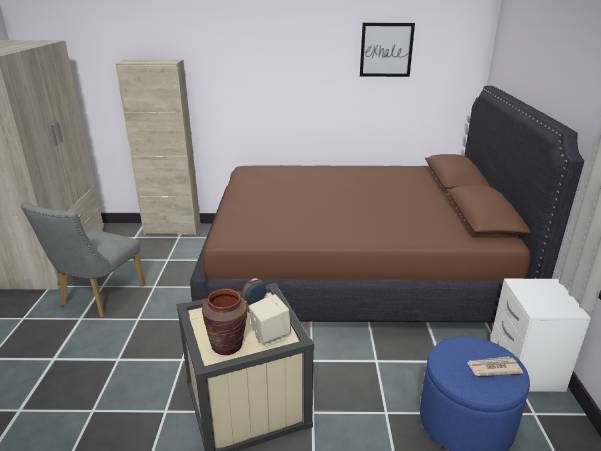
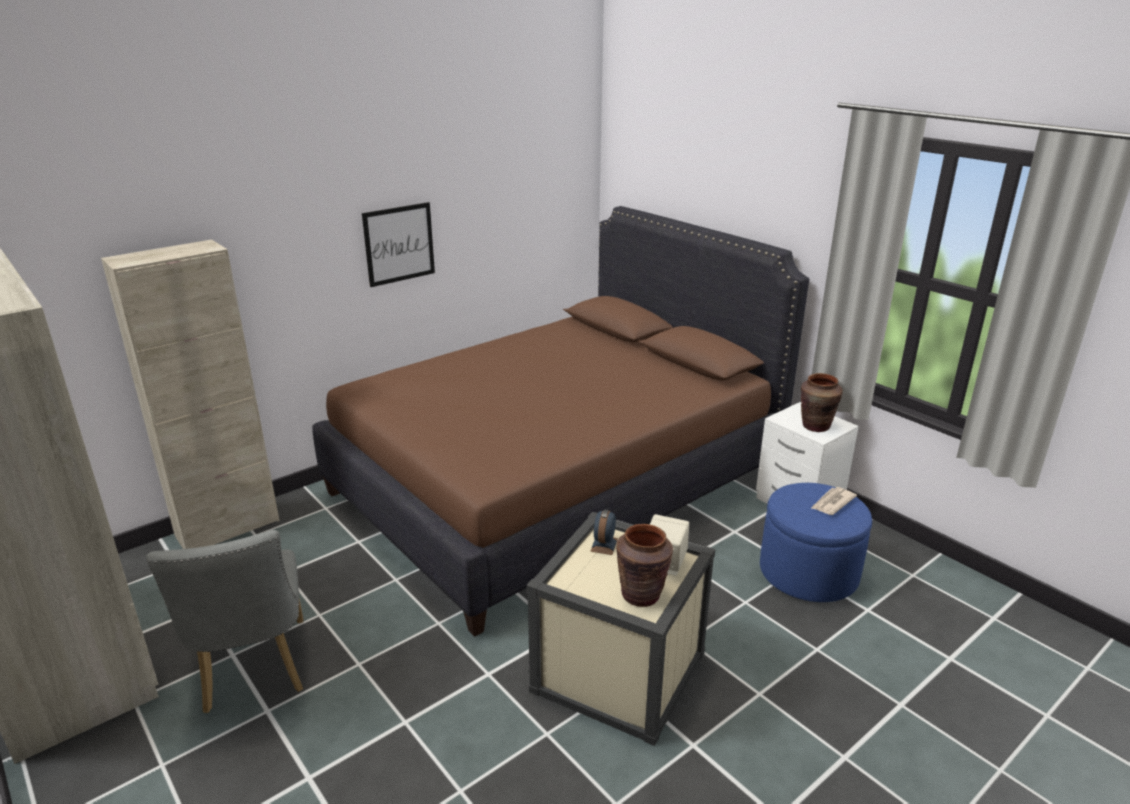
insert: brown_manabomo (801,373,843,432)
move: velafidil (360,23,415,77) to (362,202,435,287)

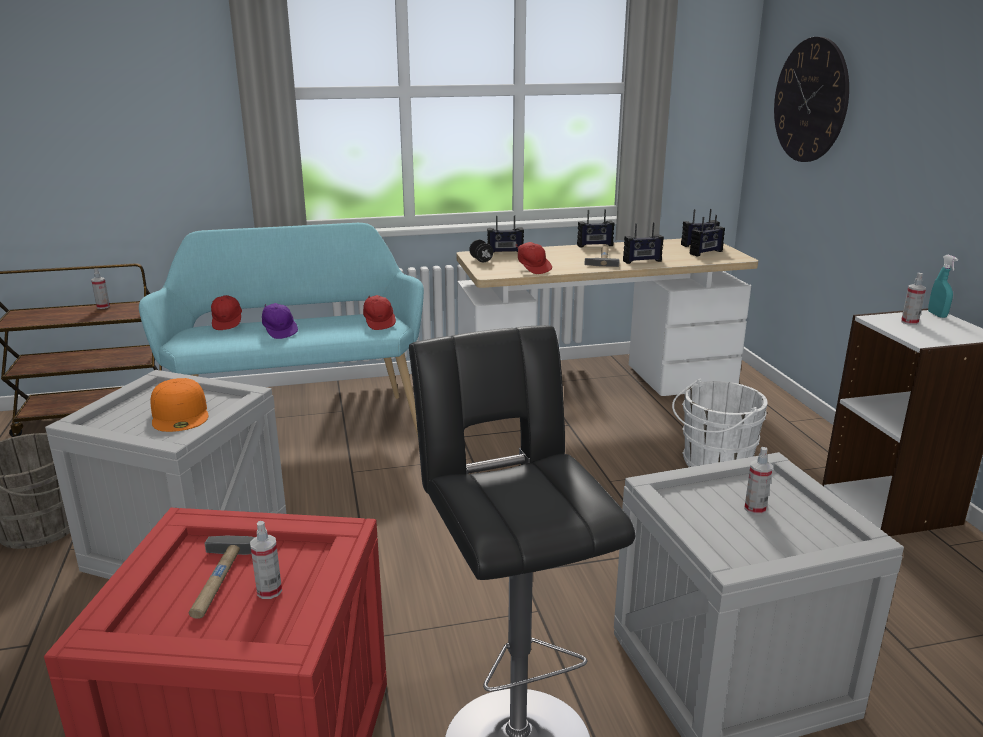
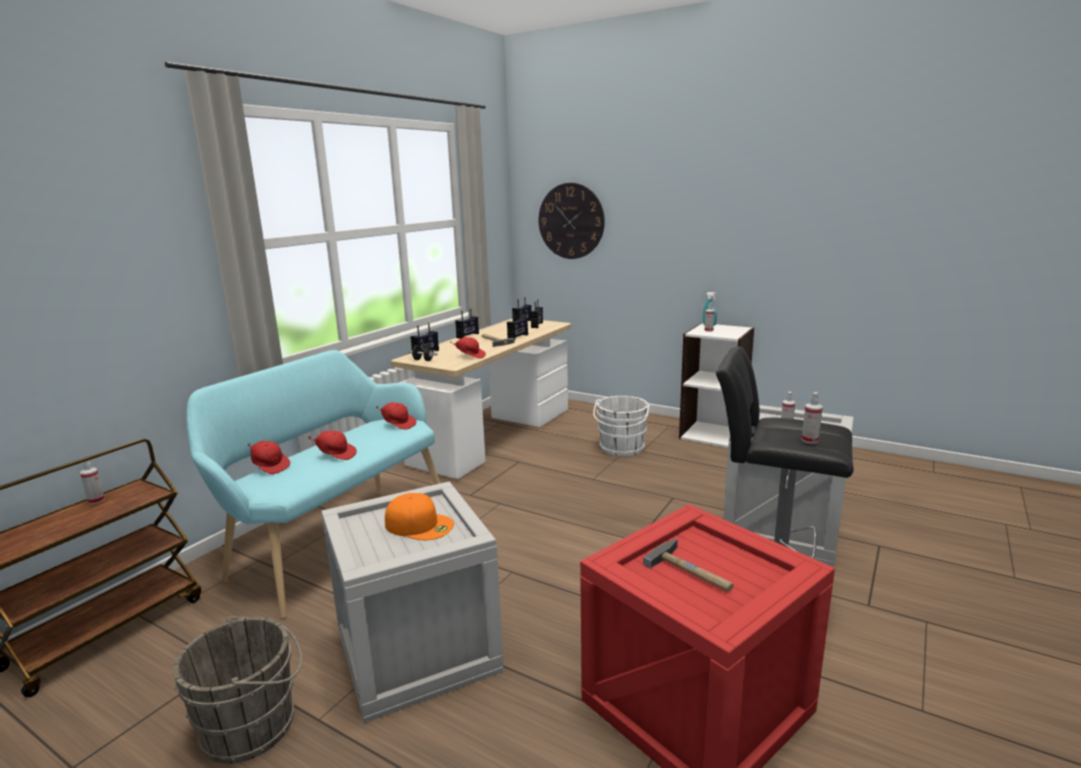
move: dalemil (250,521,282,599) to (802,392,823,444)
recolor: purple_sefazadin (262,303,298,339) to red_sefazadin (309,431,357,460)

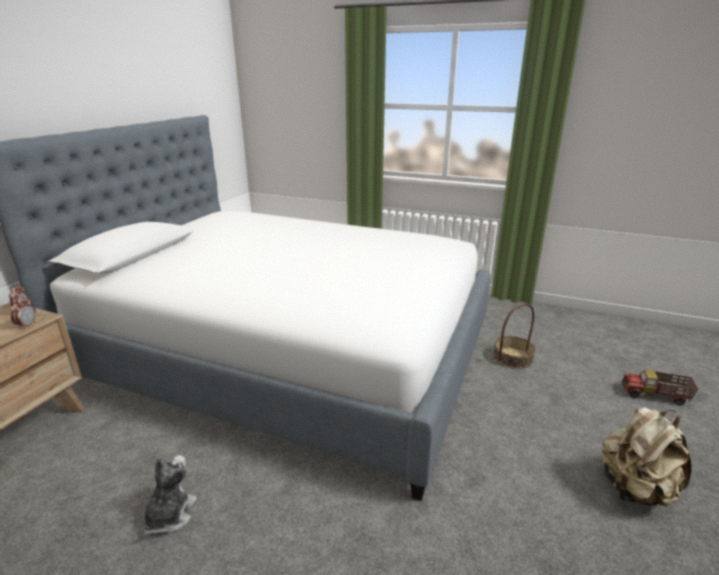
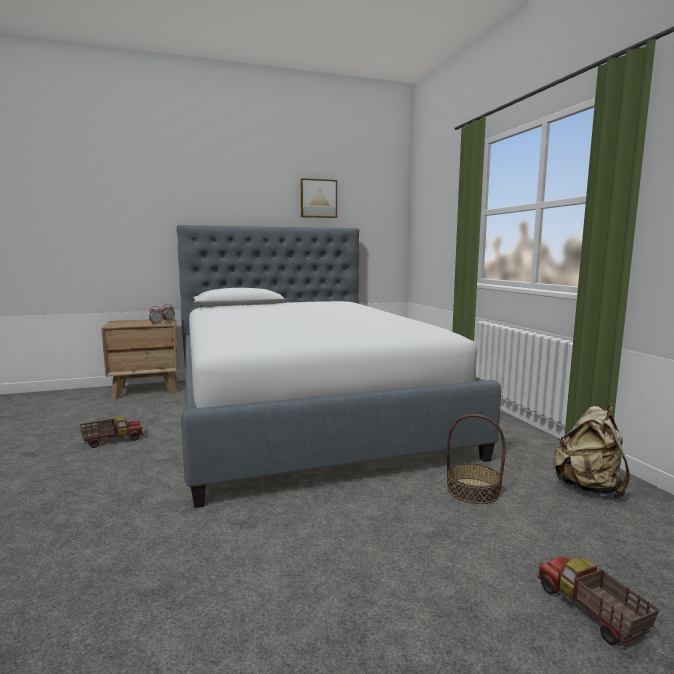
insert: velafidil (300,178,337,218)
move: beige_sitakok (601,407,692,507) to (552,406,630,499)
replace: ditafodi (143,455,197,534) to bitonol (80,416,143,448)

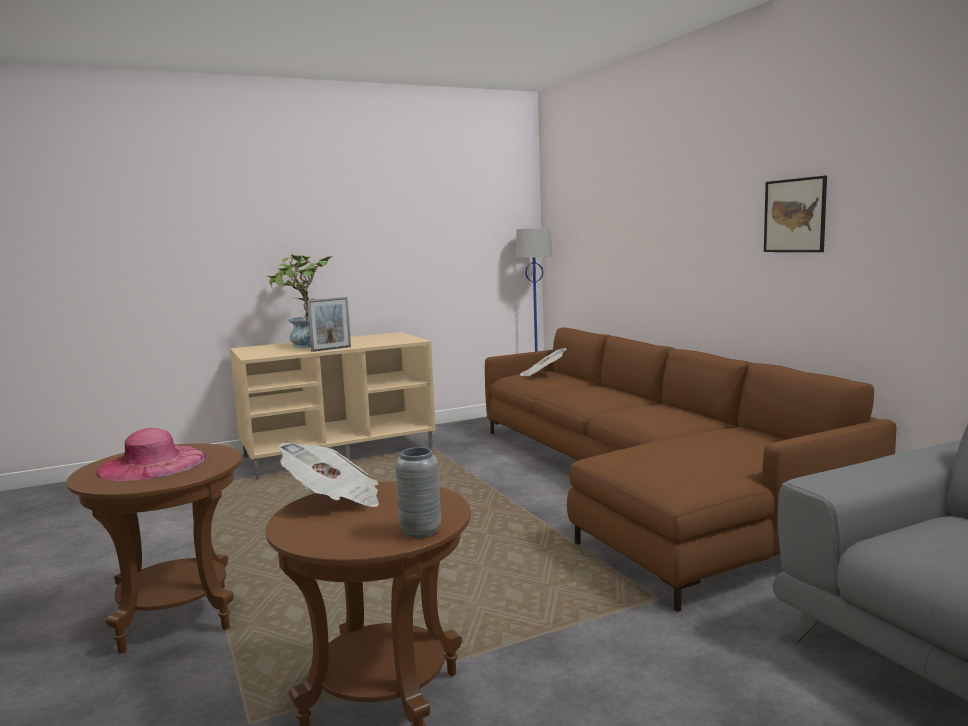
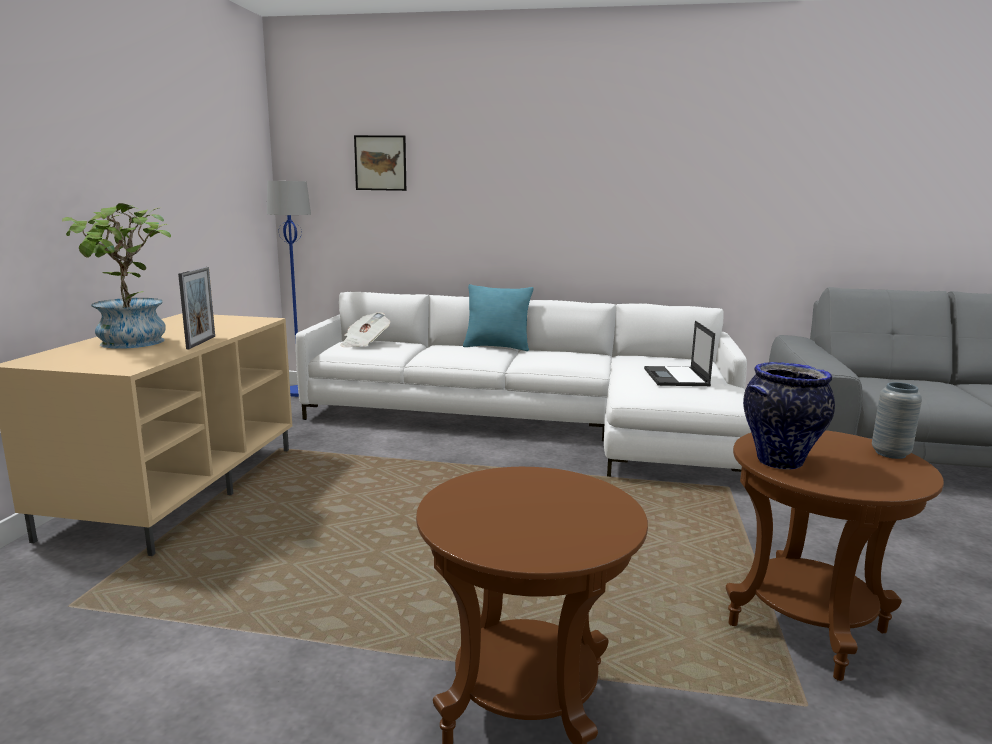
delete: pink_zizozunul (96,428,206,481)
insert: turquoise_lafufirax (463,284,533,351); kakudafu (644,321,715,386)
move: velafidil (764,176,827,252) to (354,135,406,191)
replace: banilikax (279,443,379,507) to manabomo (743,362,835,470)
recolor: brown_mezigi (485,328,896,612) to white_mezigi (295,292,751,477)

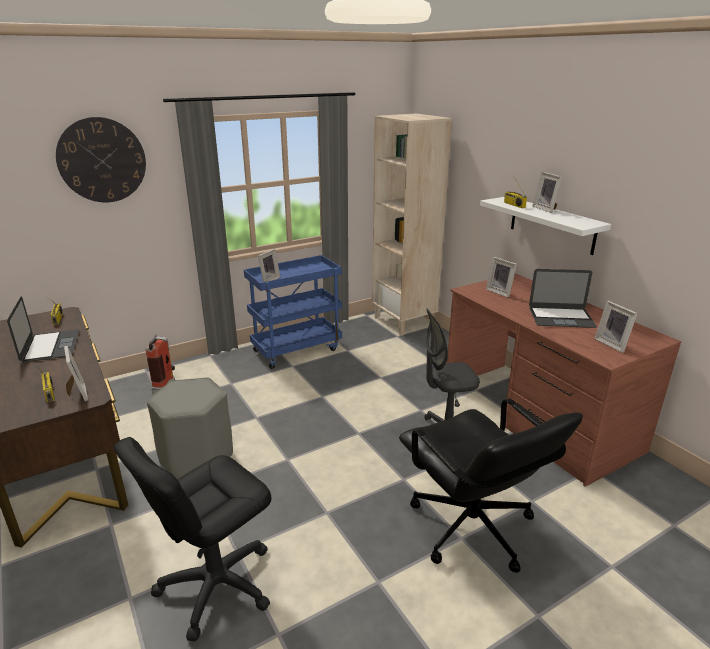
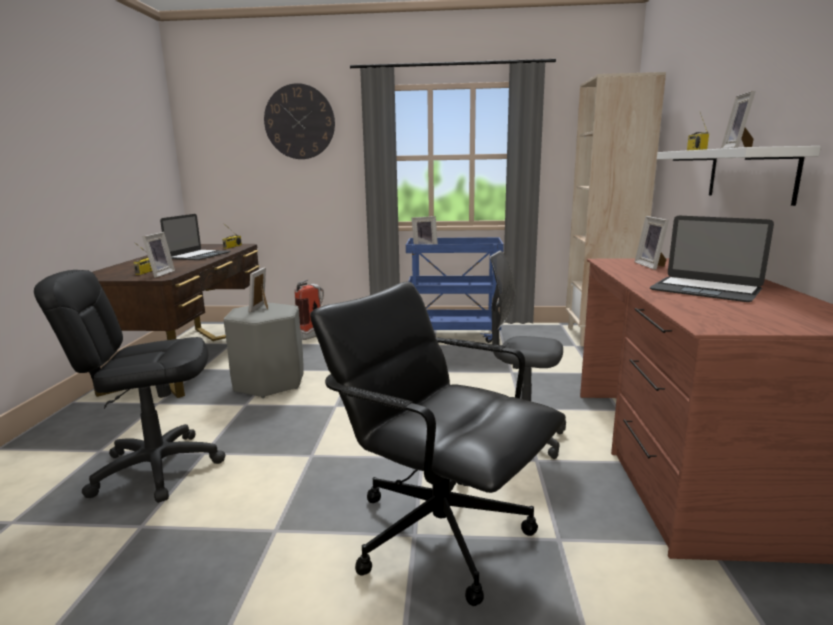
move: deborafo (595,301,638,353) to (249,267,268,312)
rotate: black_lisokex (399,399,583,573) = (310,281,566,606) 120 degrees clockwise

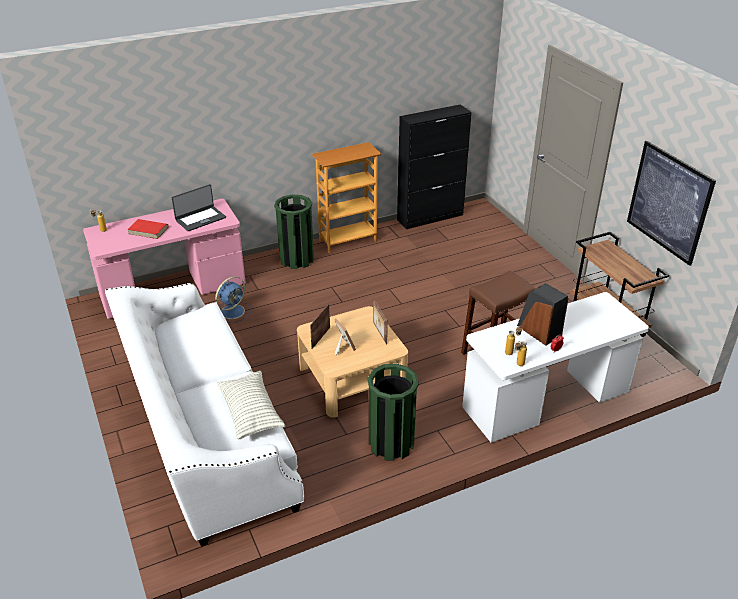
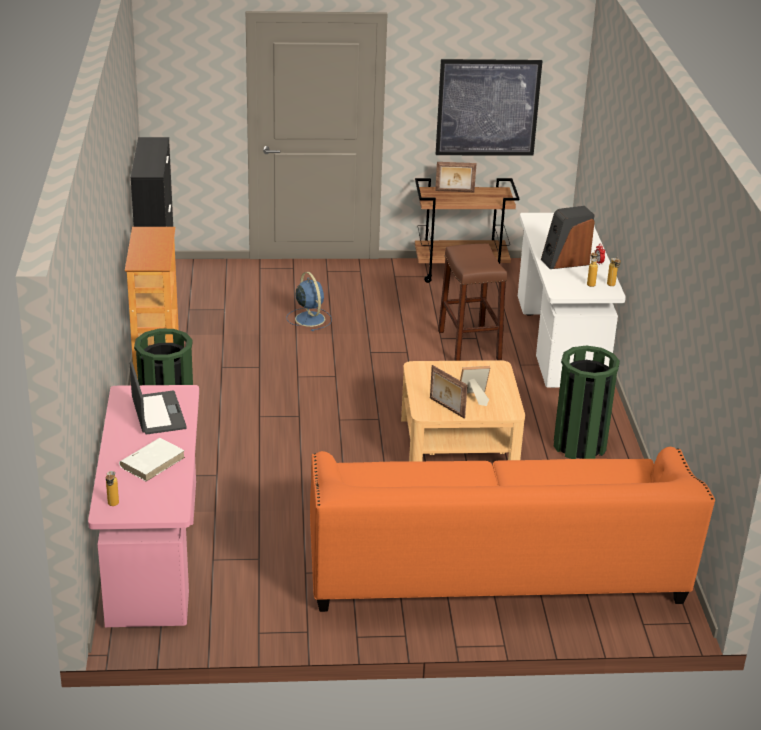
delete: lafufirax (217,371,285,439)
move: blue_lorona (215,276,251,322) to (286,272,332,331); deborafo (373,299,388,344) to (435,162,477,192)
recolor: white_mezigi (105,283,304,547) to orange_mezigi (310,447,715,612); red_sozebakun (127,219,169,239) to white_sozebakun (119,438,185,482)

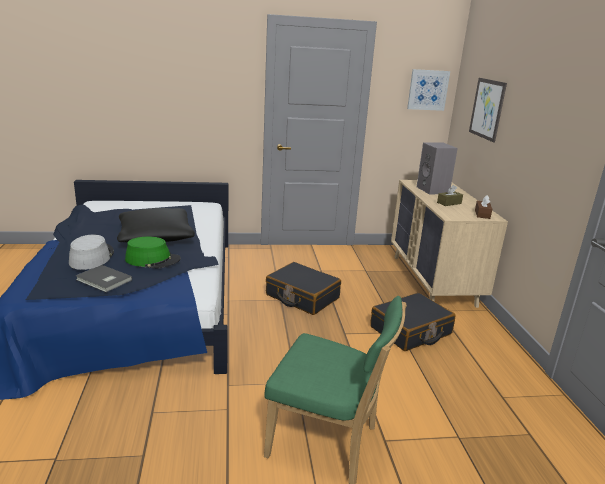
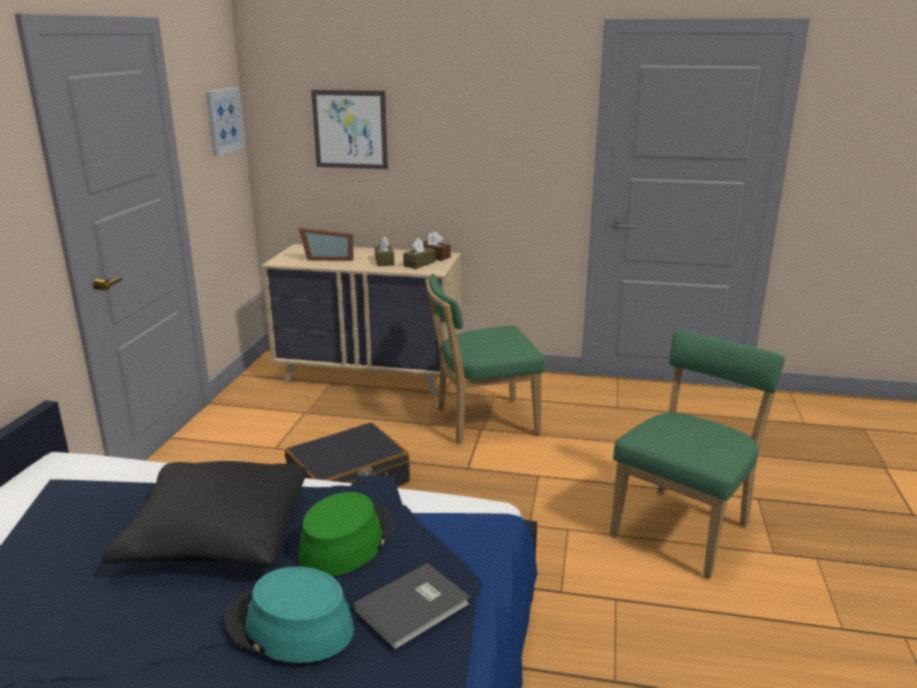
insert: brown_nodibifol (403,238,435,269)
replace: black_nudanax (370,293,455,351) to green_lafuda (425,274,545,444); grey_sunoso (417,143,458,195) to deborafo (298,227,353,261)
recolor: grey_zizozunul (69,235,114,270) to turquoise_zizozunul (224,567,354,663)

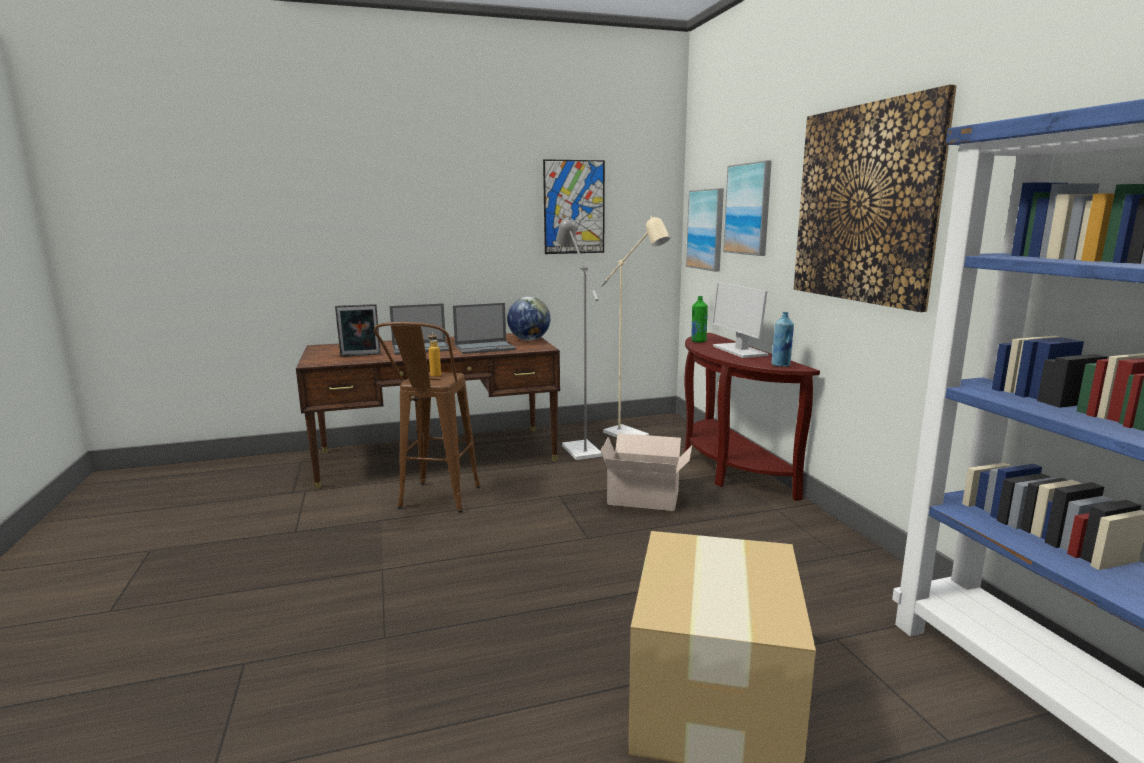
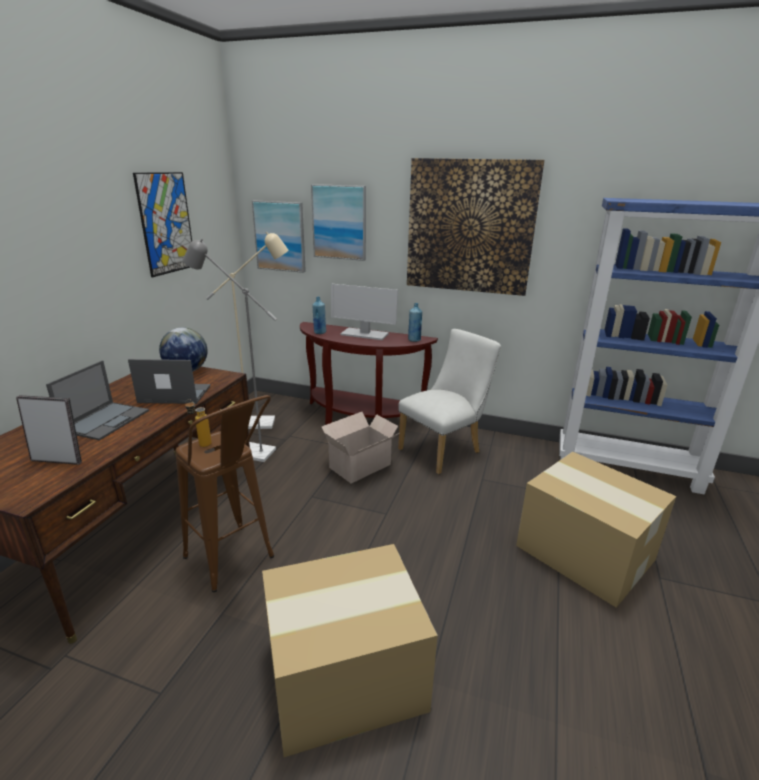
insert: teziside (262,544,438,757); white_lafuda (398,329,501,474)
recolor: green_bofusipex (691,296,708,342) to blue_bofusipex (312,297,326,334)
rotate: deborafo (335,304,381,357) = (16,395,82,465) 105 degrees counterclockwise; kakudafu (453,303,516,354) = (128,359,211,404) 105 degrees counterclockwise

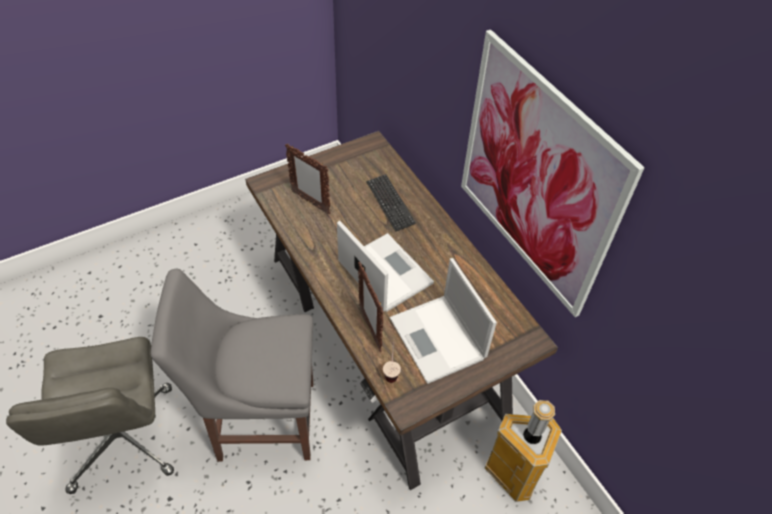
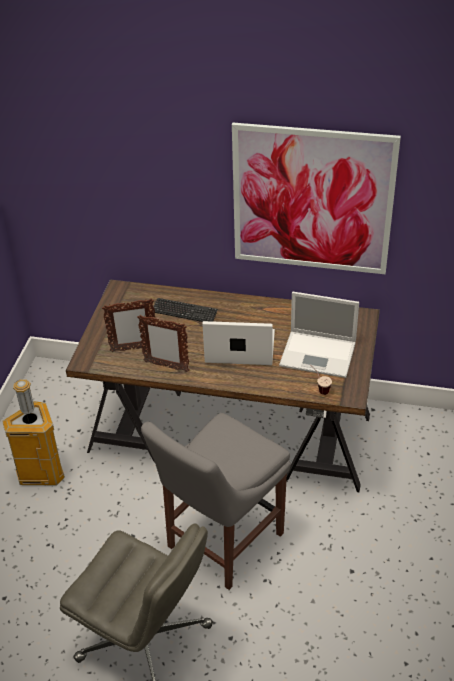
move: deborafo (358,262,384,352) to (137,315,190,372); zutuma (485,400,562,502) to (2,379,65,485)

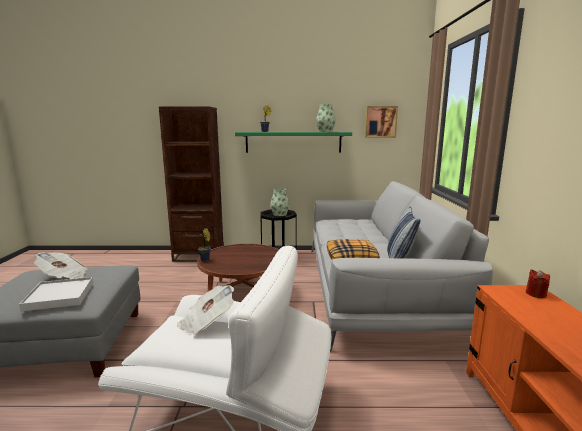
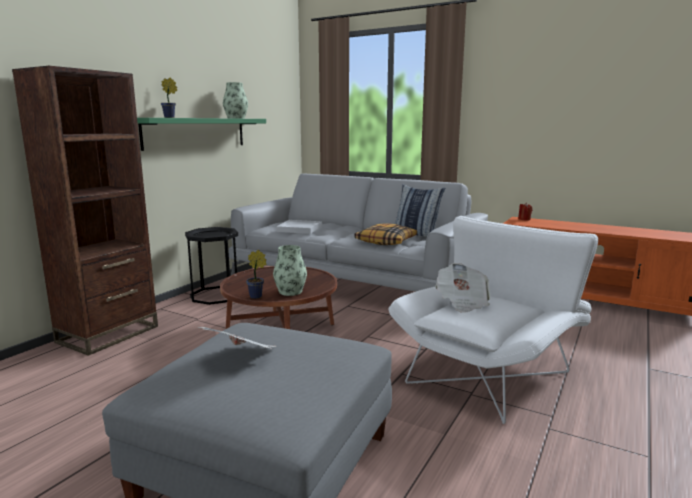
delete: velafidil (365,106,398,138)
move: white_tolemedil (19,277,93,311) to (276,220,322,234); manabomo (270,188,289,216) to (273,245,307,296)

